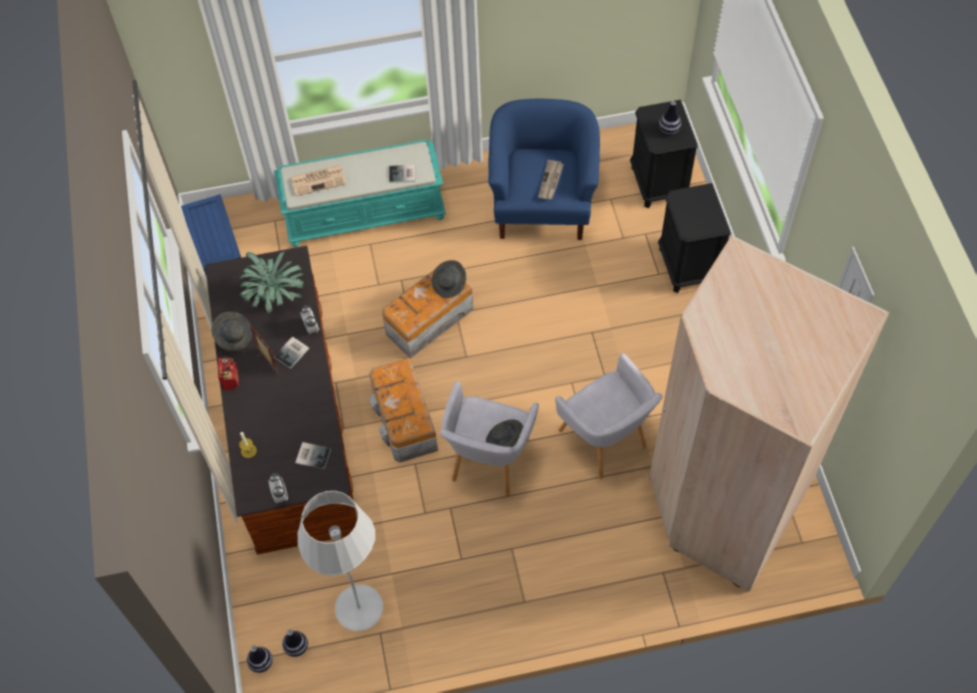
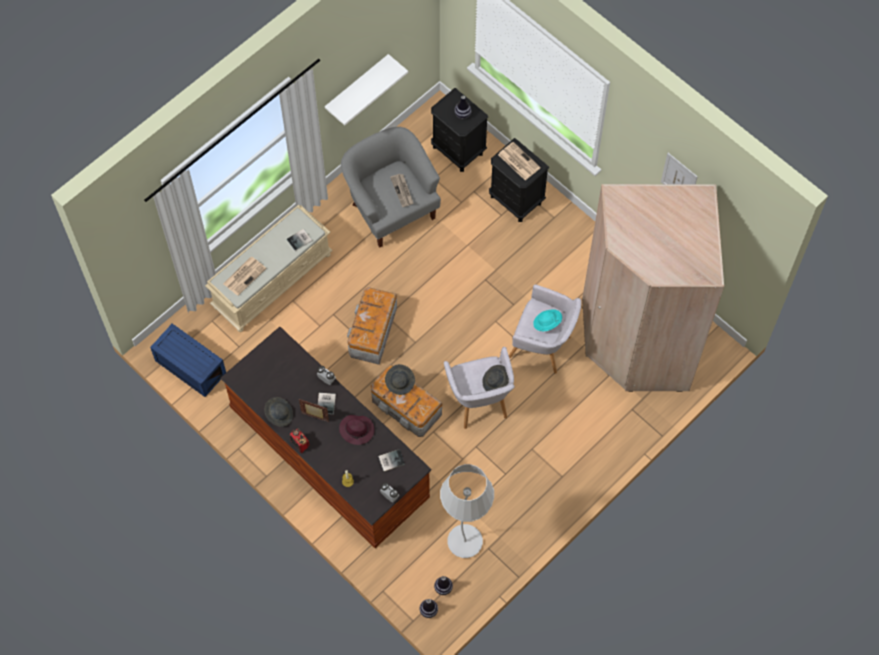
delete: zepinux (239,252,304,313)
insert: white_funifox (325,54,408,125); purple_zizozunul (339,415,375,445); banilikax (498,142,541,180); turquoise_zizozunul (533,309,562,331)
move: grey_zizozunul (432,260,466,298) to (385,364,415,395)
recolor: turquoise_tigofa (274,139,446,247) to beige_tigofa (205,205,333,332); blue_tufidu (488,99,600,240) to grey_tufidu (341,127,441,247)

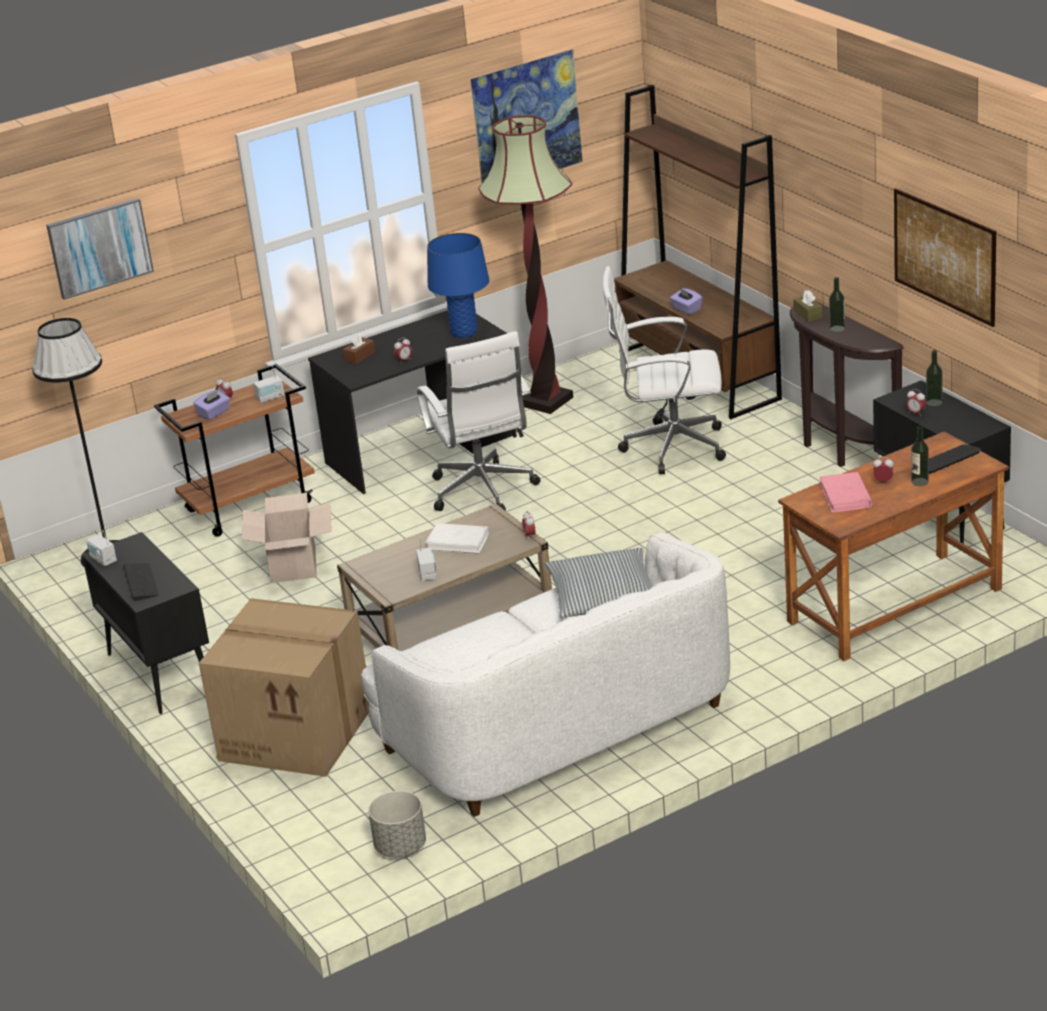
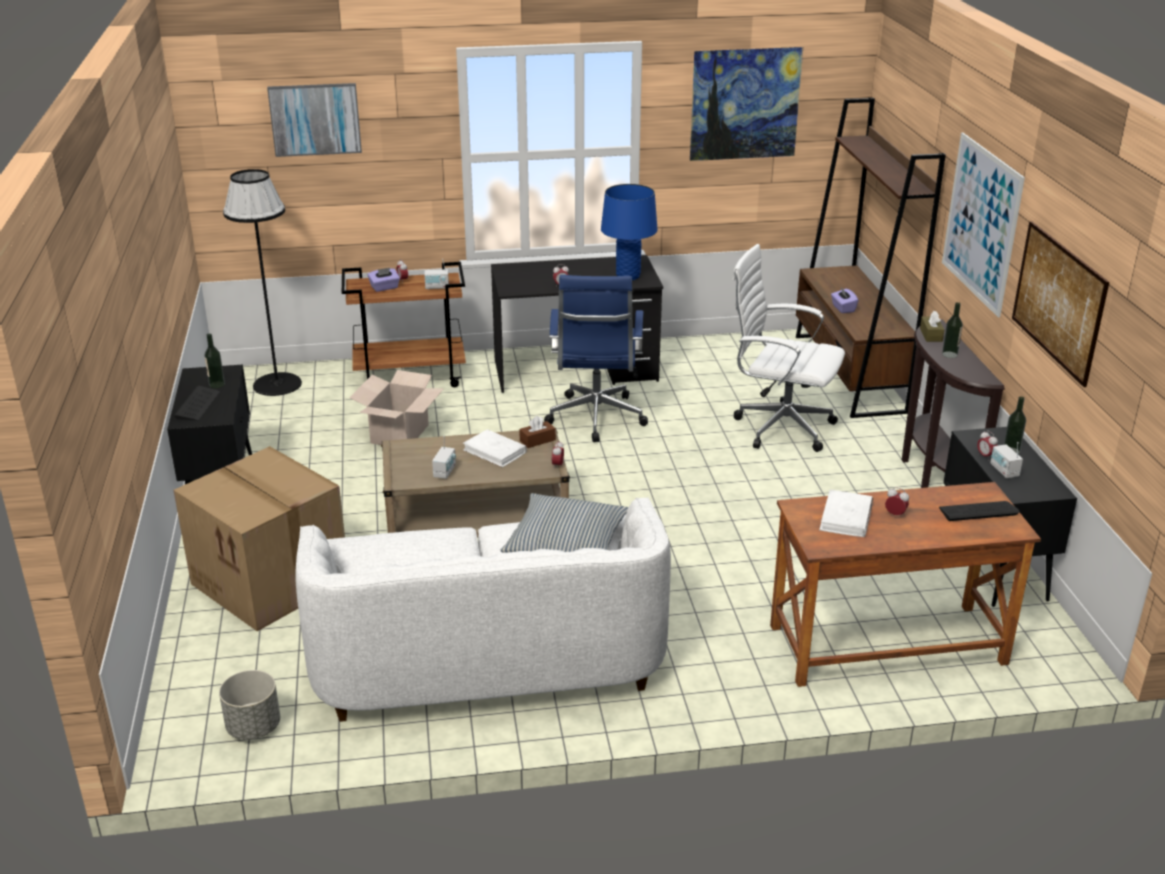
delete: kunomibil (478,115,573,414)
insert: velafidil (942,133,1025,317)
move: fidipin (86,530,117,566) to (990,442,1023,478); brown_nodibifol (343,333,375,364) to (519,416,556,448); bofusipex (911,426,929,486) to (204,333,225,388)
recolor: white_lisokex (417,331,541,511) to blue_lisokex (544,275,648,442); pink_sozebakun (820,472,873,513) to white_sozebakun (819,490,873,537)

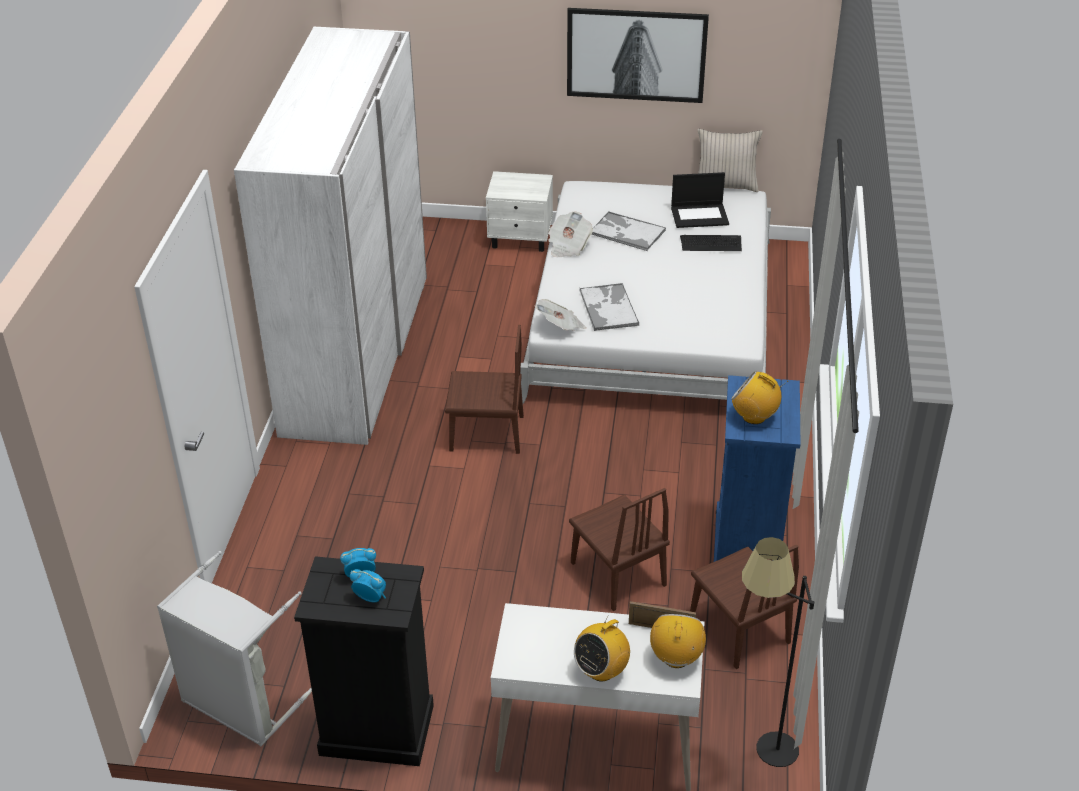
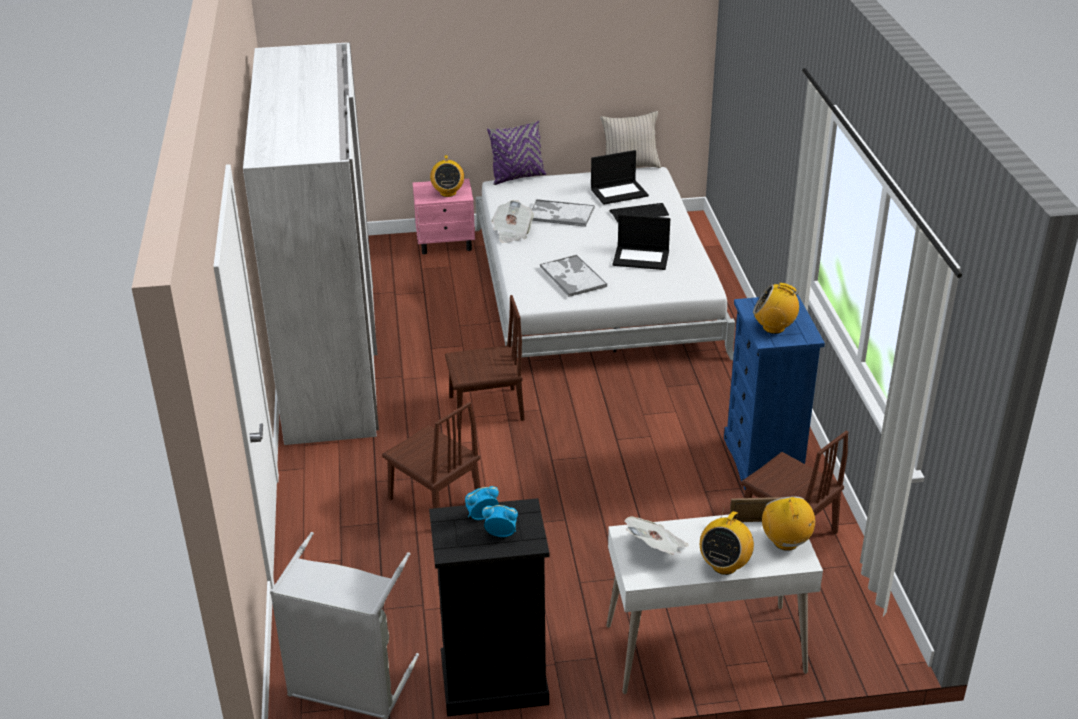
delete: velafidil (567,8,709,103); black_kunomibil (742,537,814,767)
insert: fidipin (430,155,464,197); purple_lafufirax (487,121,546,185); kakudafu (613,214,670,270)
move: banilikax (535,299,587,331) to (624,516,689,555); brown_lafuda (569,488,670,611) to (382,402,480,508)
recolor: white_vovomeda (486,171,553,252) to pink_vovomeda (413,179,475,254)

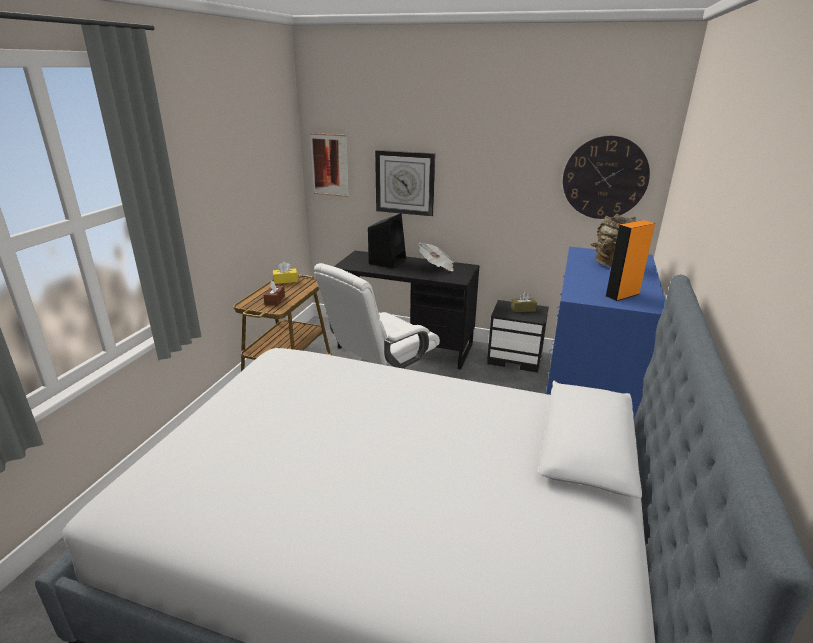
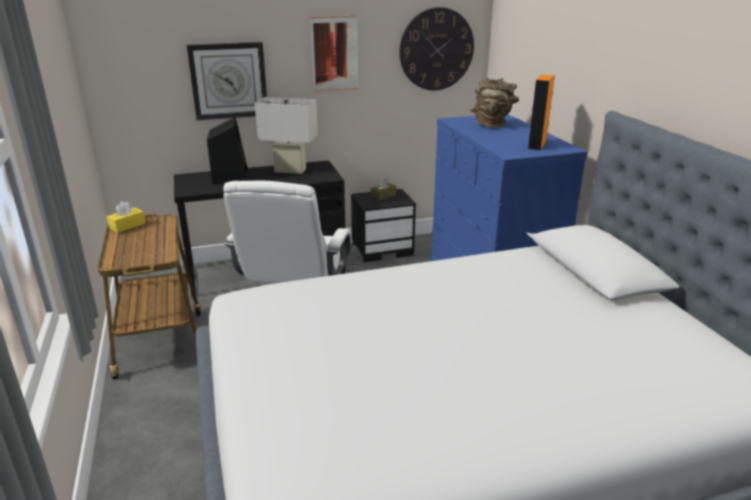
delete: brown_nodibifol (264,281,285,306)
move: velafidil (310,133,349,197) to (311,16,358,92)
replace: banilikax (419,243,454,271) to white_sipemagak (255,97,318,174)

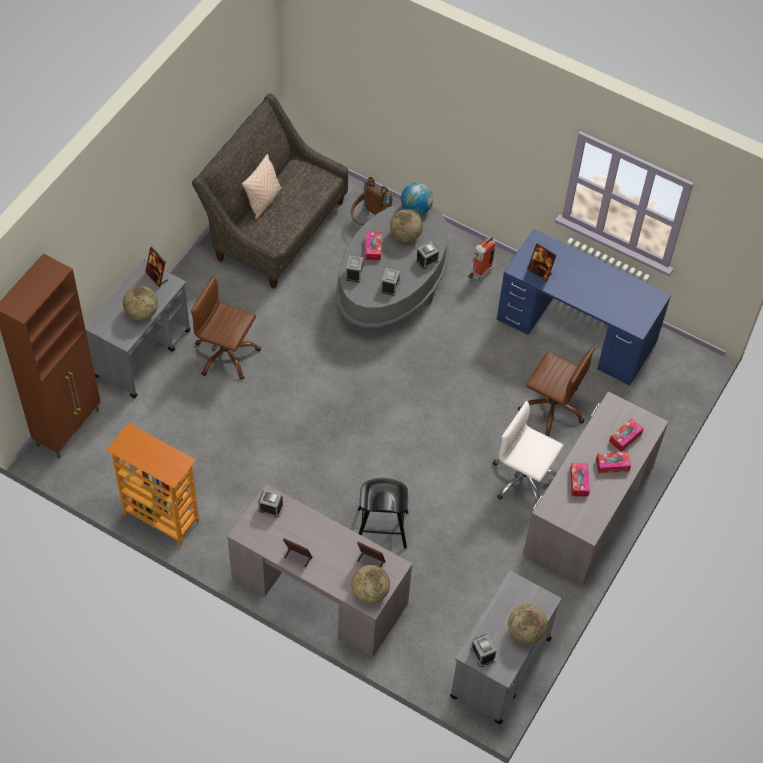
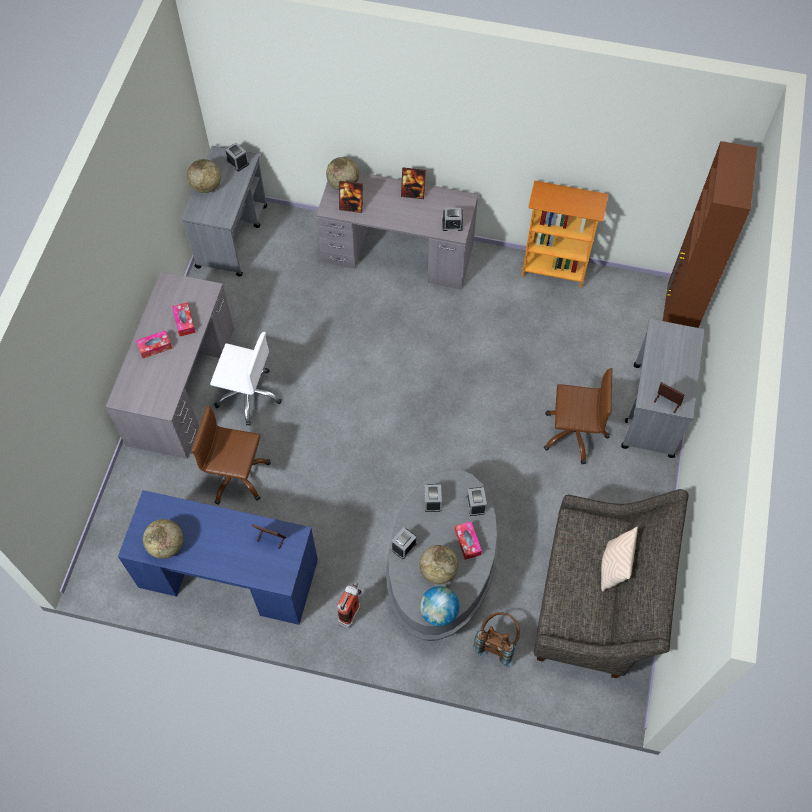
delete: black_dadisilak (358,478,409,549); nodibifol (609,418,644,452)
move: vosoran (123,285,158,320) to (143,519,183,559)

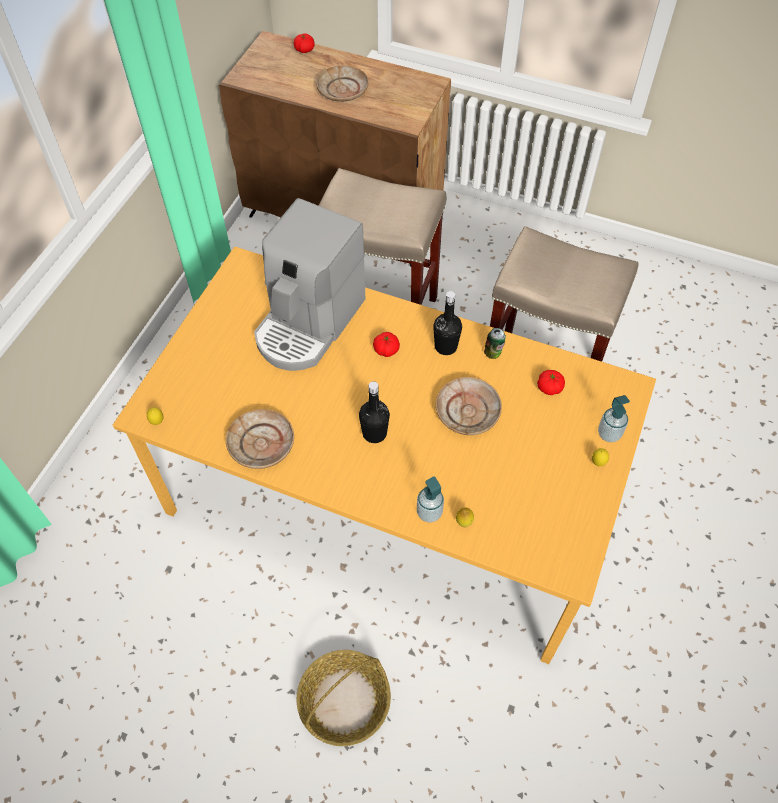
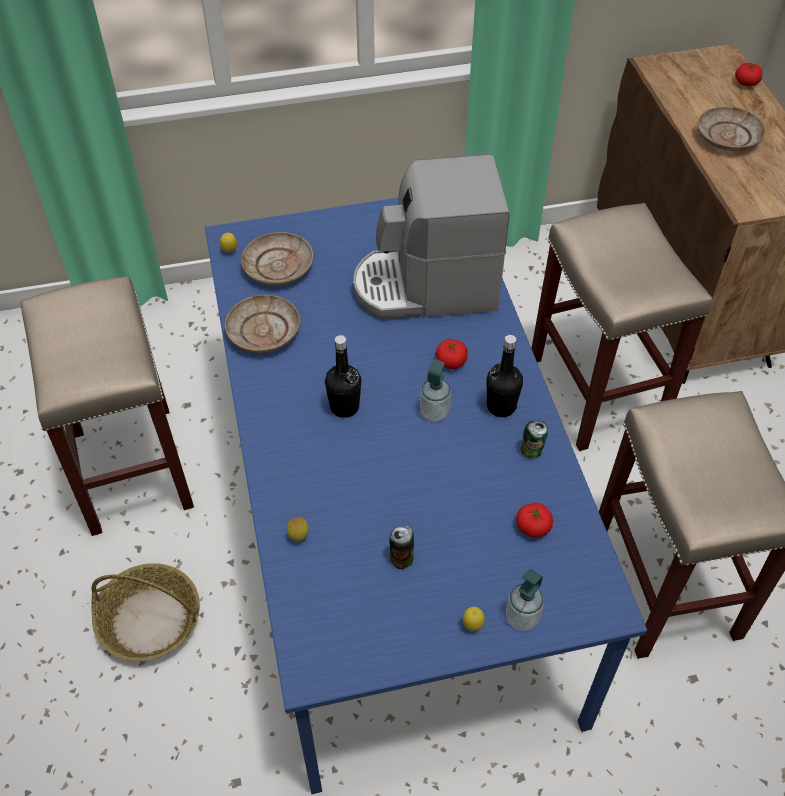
insert: beige_dadisilak (20,276,194,536); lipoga (389,526,414,569)
move: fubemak (417,476,444,522) to (420,359,451,421); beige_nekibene (436,377,502,435) to (241,232,314,286)
recolor: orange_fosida (113,247,656,664) to blue_fosida (205,198,647,794)

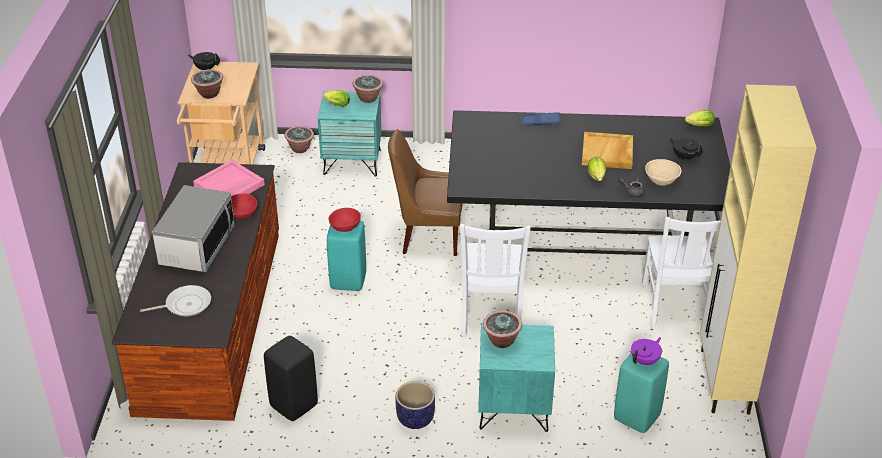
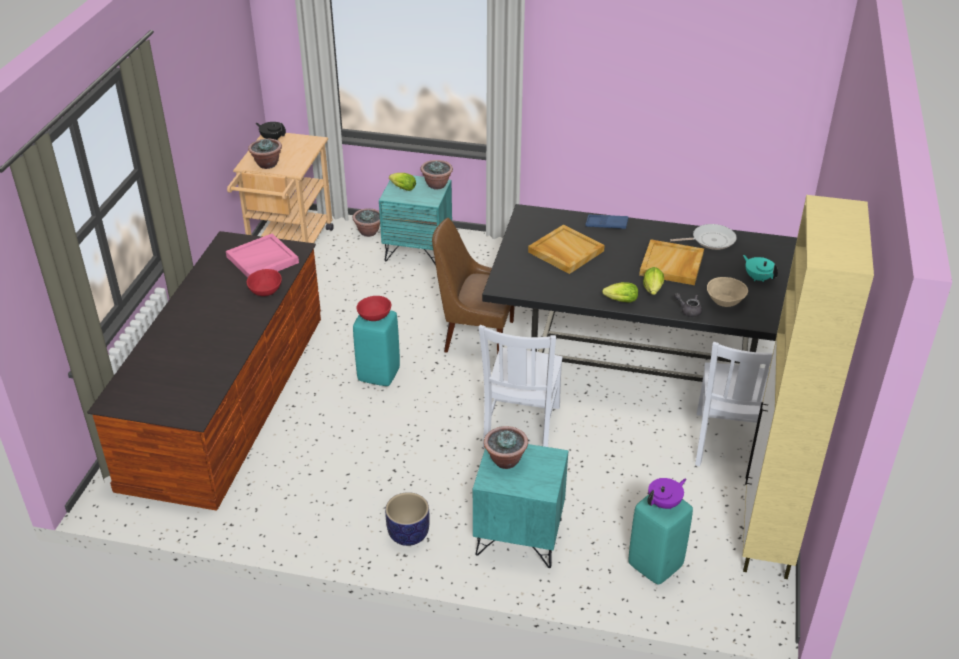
delete: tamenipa (152,185,235,272); black_dadisilak (264,336,318,421)
insert: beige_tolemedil (528,225,605,274)
move: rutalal (140,285,211,316) to (670,224,737,250); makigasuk (685,110,715,127) to (602,282,638,303)
recolor: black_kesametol (669,138,703,160) to turquoise_kesametol (743,255,778,282)

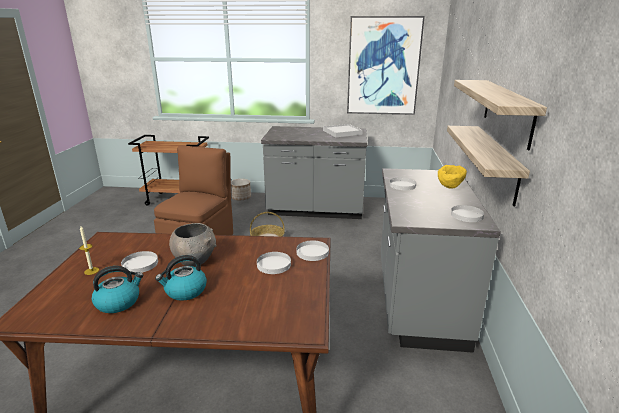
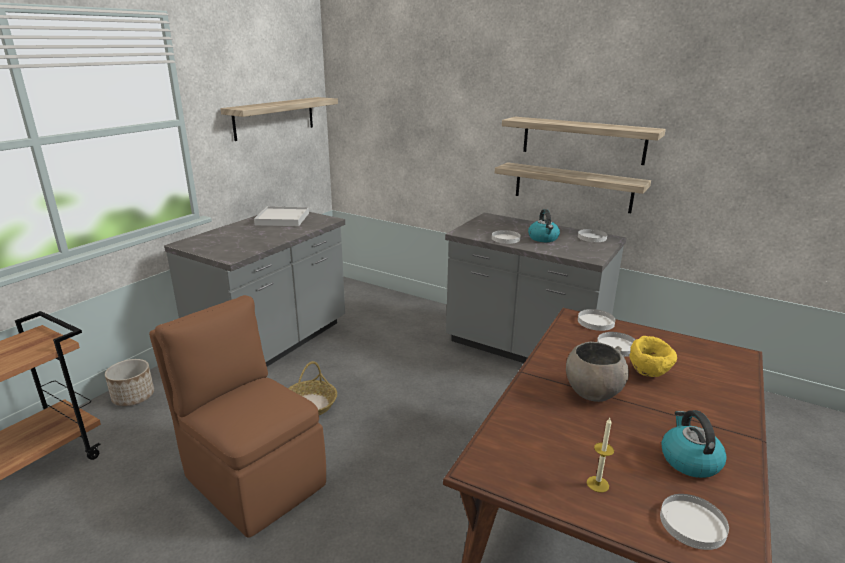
move: white_nekibene (121,251,158,273) to (660,494,729,550); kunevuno (155,255,207,301) to (528,209,560,242); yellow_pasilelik (438,165,467,189) to (629,336,677,377)
replace: velafidil (347,16,425,115) to funifox (220,97,338,141)

